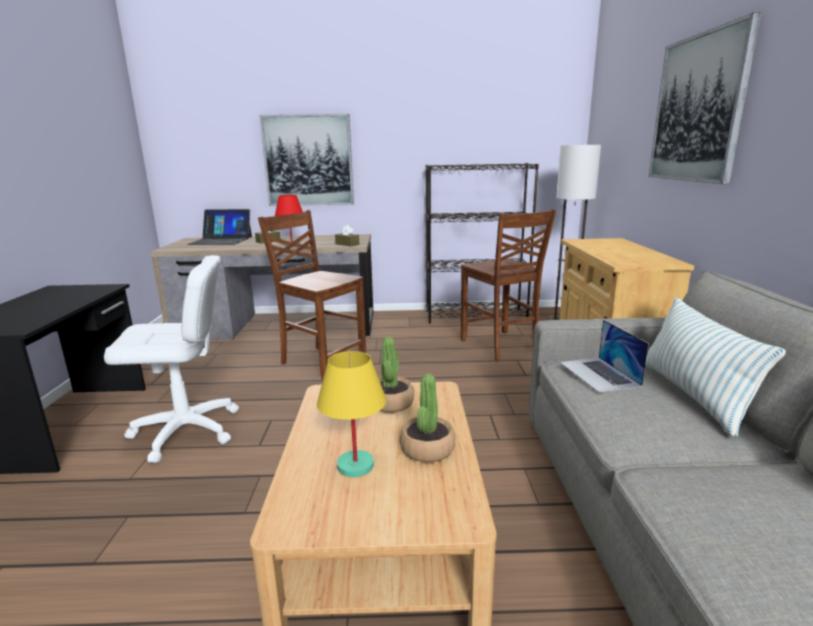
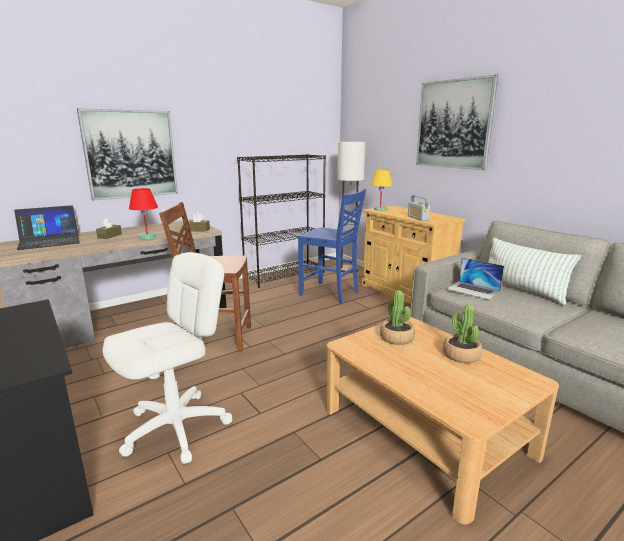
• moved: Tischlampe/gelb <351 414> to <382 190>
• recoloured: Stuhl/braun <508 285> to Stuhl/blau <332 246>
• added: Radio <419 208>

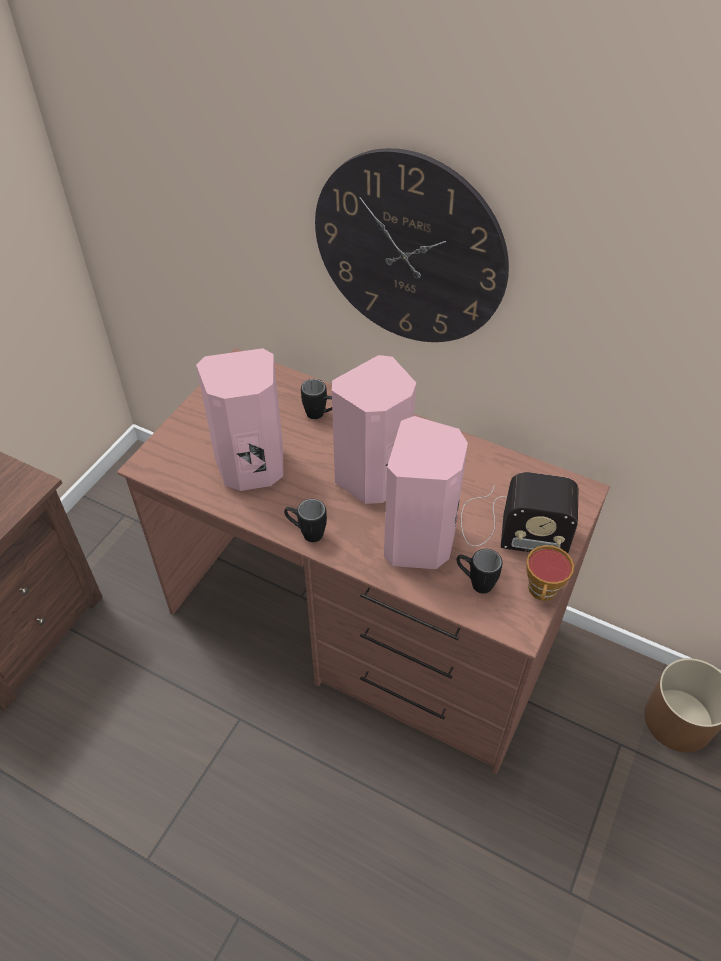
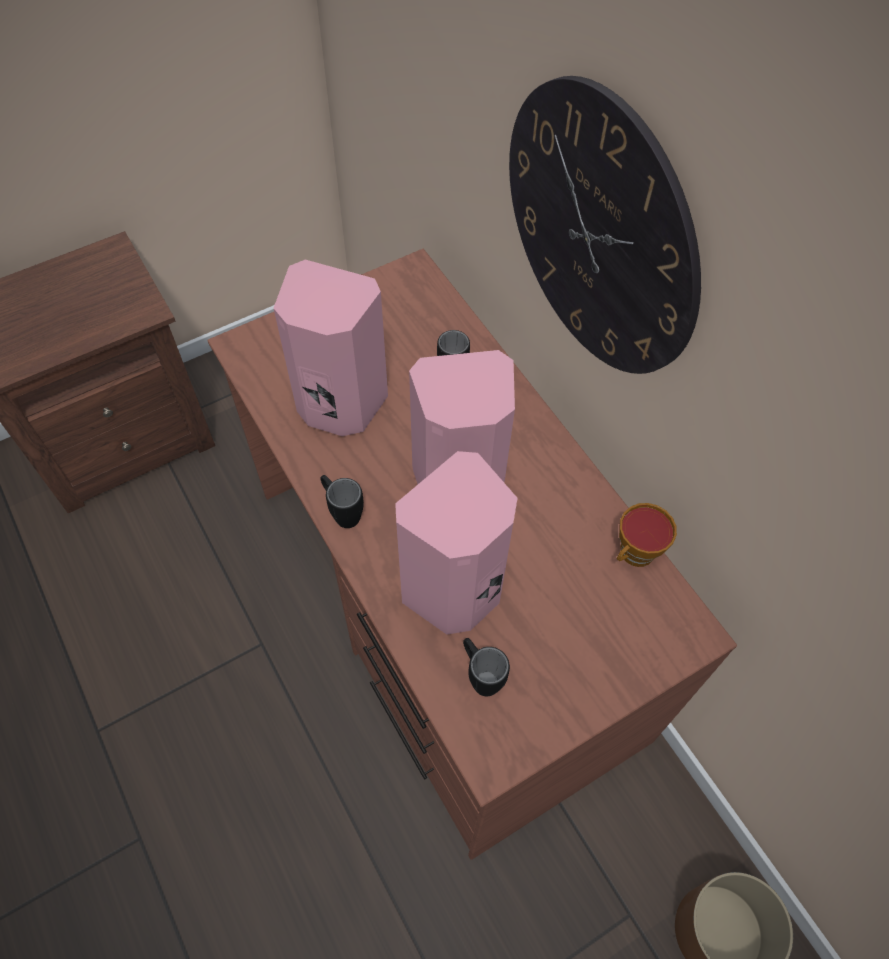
• removed: Radio <519 512>
• moved: Tasse <550 573> to <647 535>

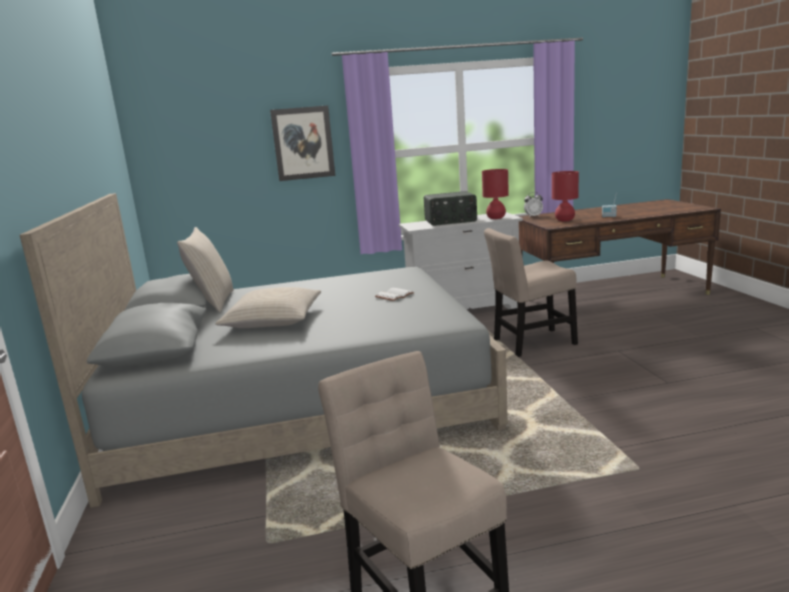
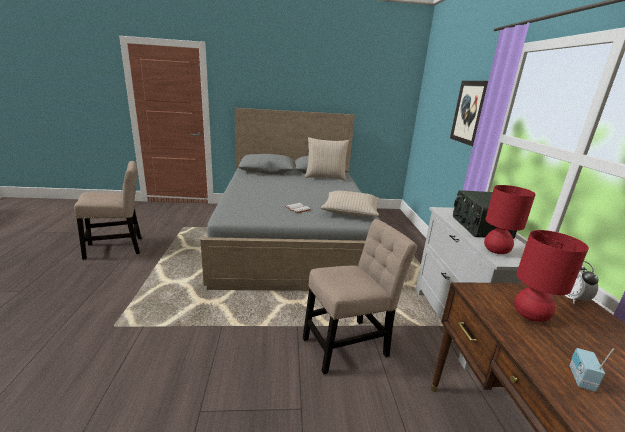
• moved: Kissen/beige <268 307> to <350 204>
• turned: Stuhl/beige <531 292> = <360 296> 75 degrees clockwise

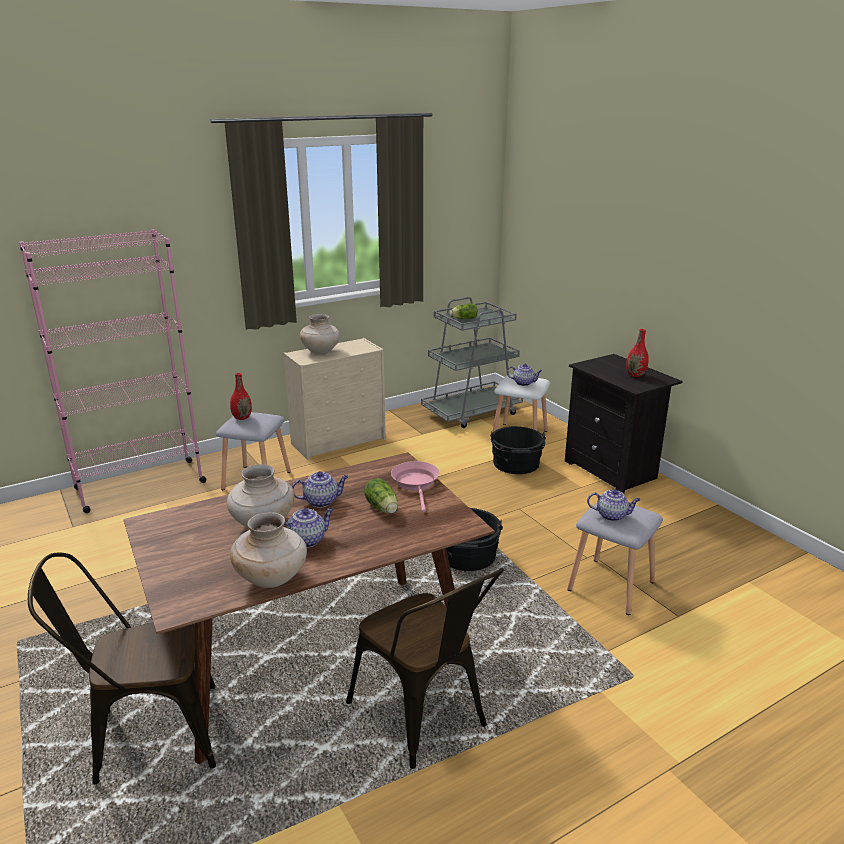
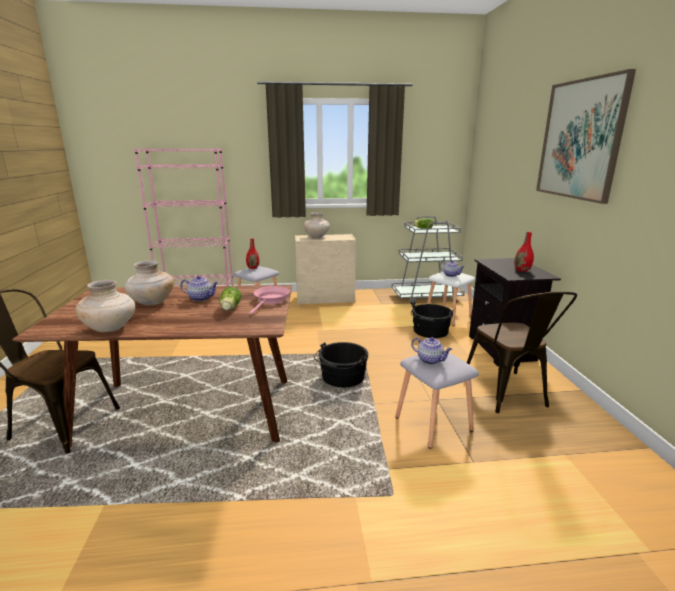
• removed: Teekanne <309 528>
• moved: Stuhl/braun <425 668> to <522 352>
• added: Bild <586 136>

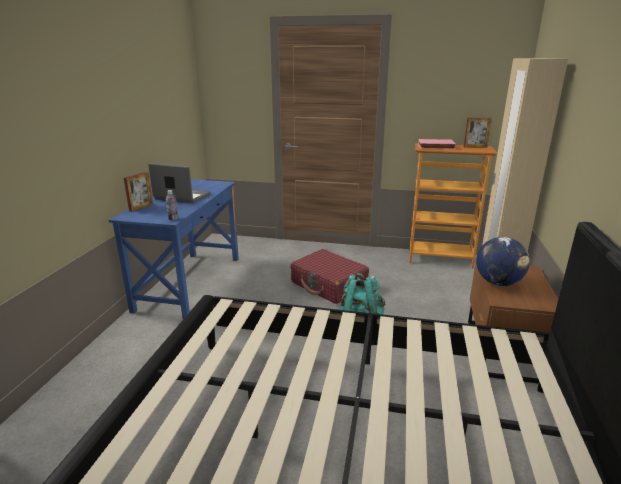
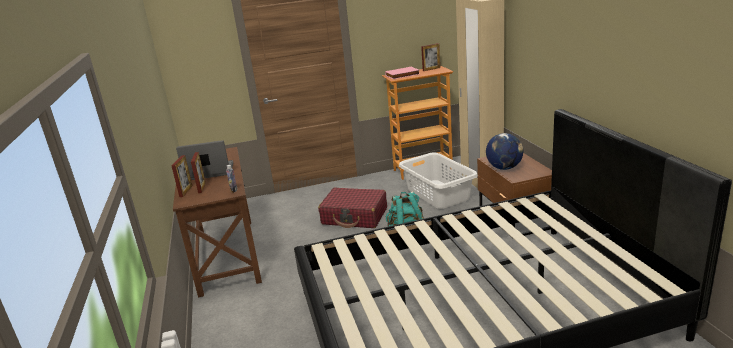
• recoloured: Schreibtisch/blau <174 249> to Schreibtisch/braun <217 222>
• added: Bilderrahmen <198 172>
• added: Wäschekorb/weiß <438 181>

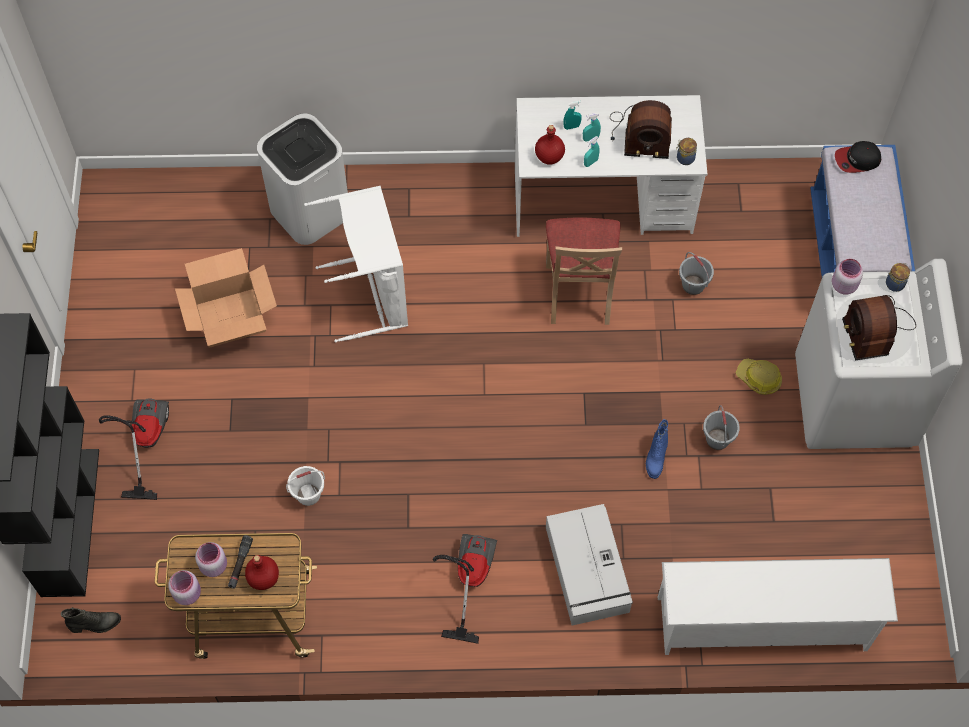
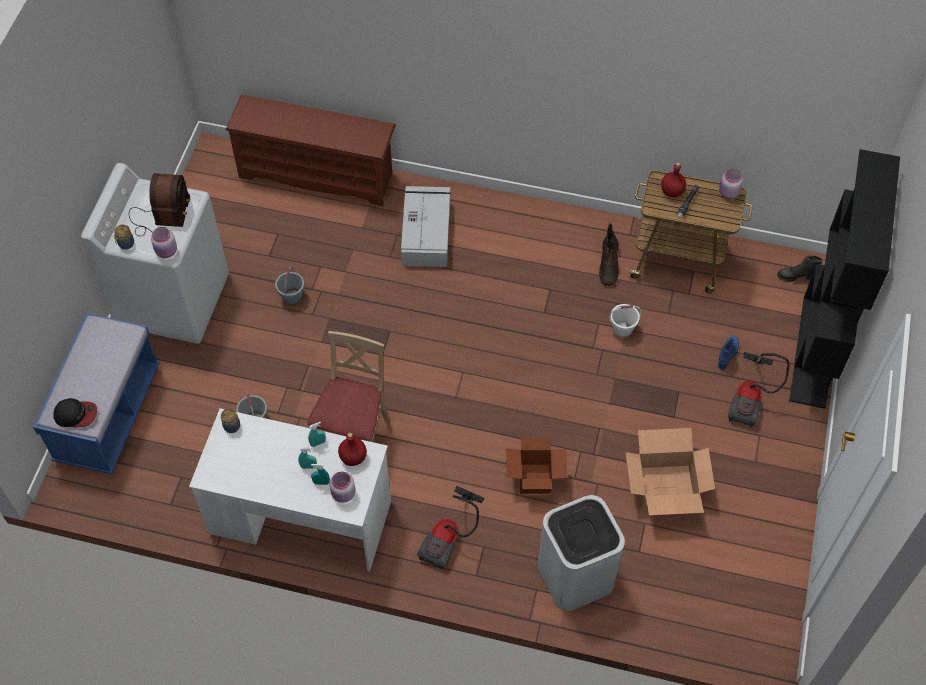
• moved: Vorratsglas/rosa <211 559> to <342 487>
• replaced: Wäschekorb/weiß <356 264> to Karton <536 466>
• moved: Staubsauger <465 589> to <451 528>
• removed: Radio <641 129>
• moved: Stiefel/blau <657 449> to <728 352>
• recoloured: Schuhregal/weiß <778 606> to Schuhregal/braun <310 150>
• removed: Schutzhelm <759 377>
• added: Stiefel/braun <609 254>

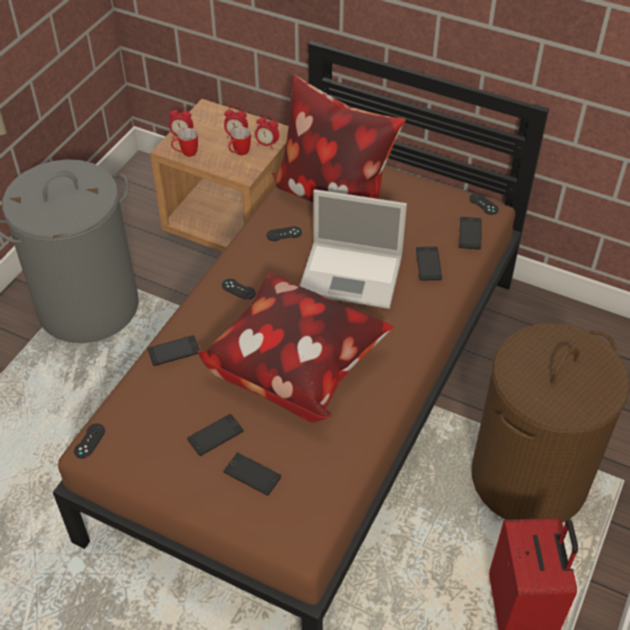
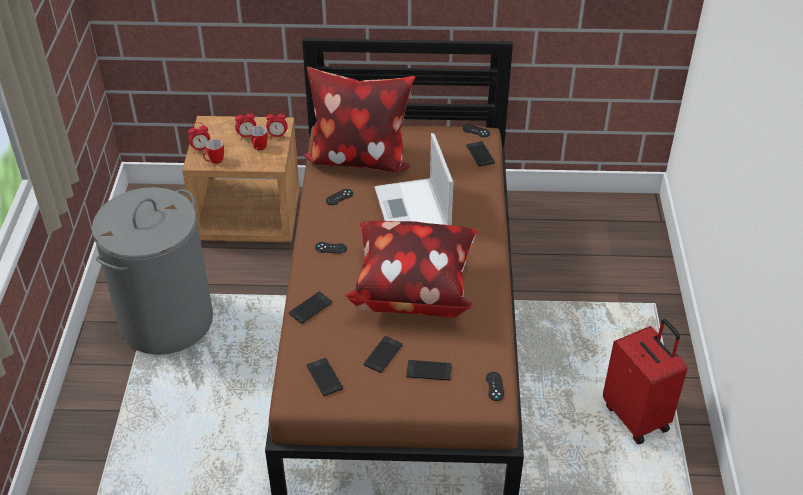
• moved: Gamepad/schwarz <89 440> to <495 386>
• turned: Laptop <353 249> = <413 179> 90 degrees clockwise
• moved: Handy <429 263> to <325 377>
• removed: Wäschekorb/braun <551 423>

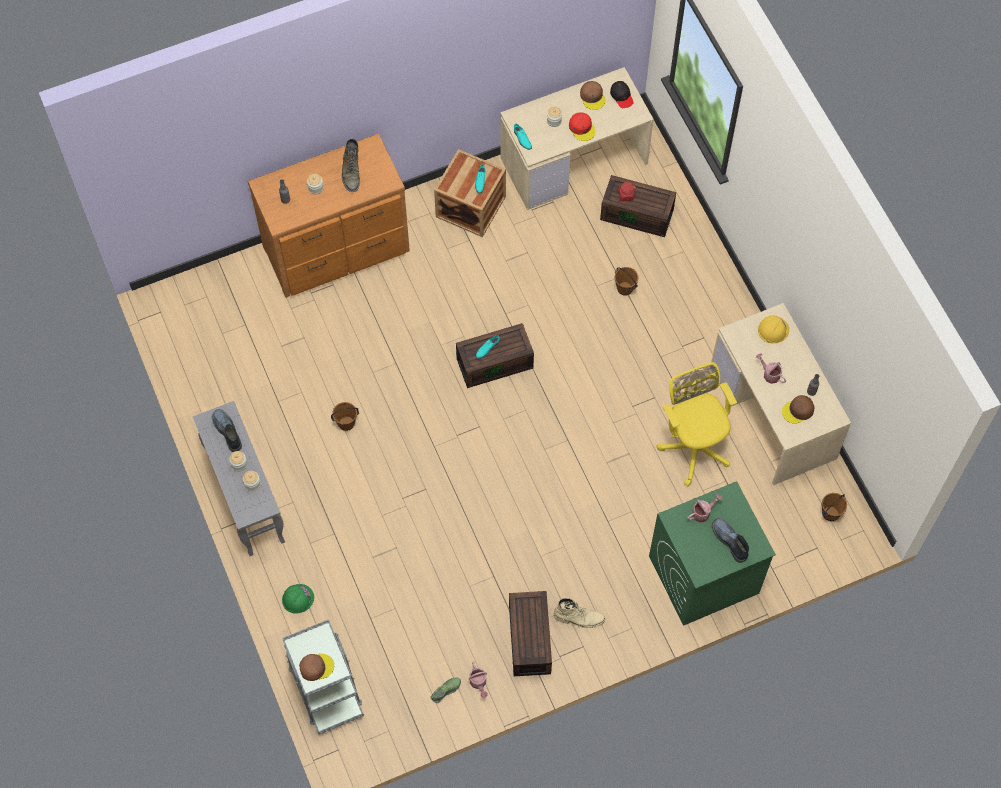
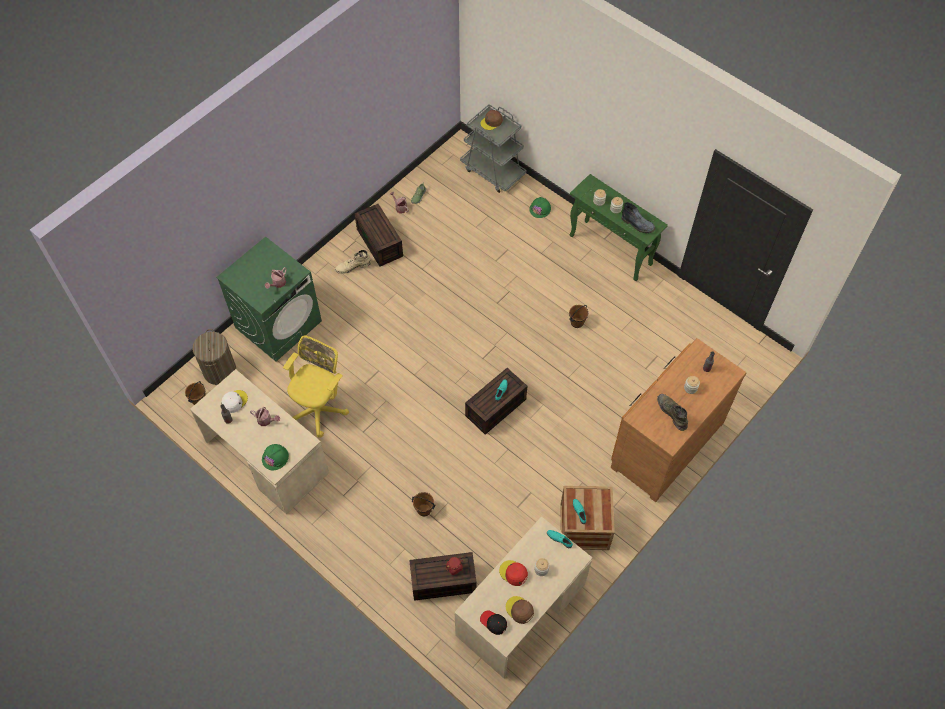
• recoloured: Konsolentisch/grau <239 478> to Konsolentisch/grün <619 227>
• turned: Bürostuhl/gelb <696 424> = <316 386> 105 degrees counterclockwise
• removed: Stiefel <730 540>
• recoloured: Schutzhelm/gelb <773 329> to Schutzhelm/grün <275 457>
• recoloured: Kappe/braun <798 409> to Kappe/weiß <234 401>
• added: Wäschekorb <214 357>

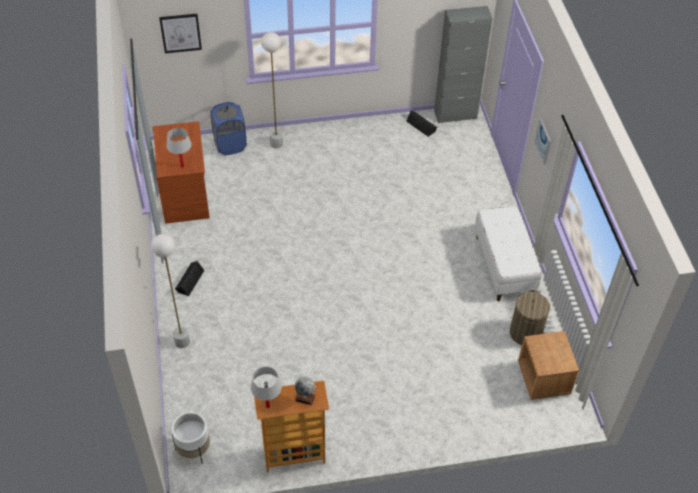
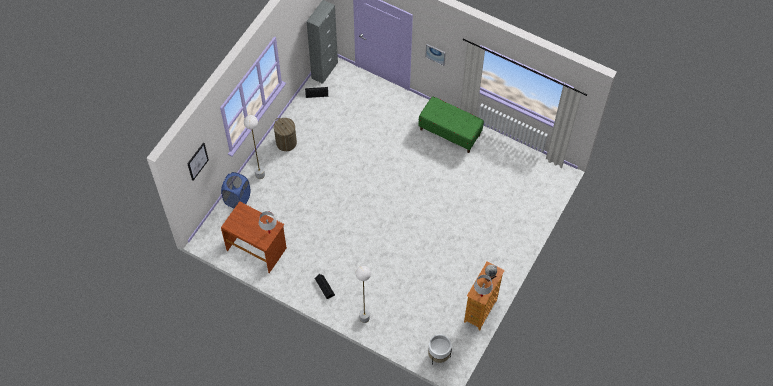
• recoloured: Bank/weiß <508 253> to Bank/grün <451 124>
• moved: Wäschekorb <530 317> to <285 134>
• removed: Nachttisch/braun <548 365>

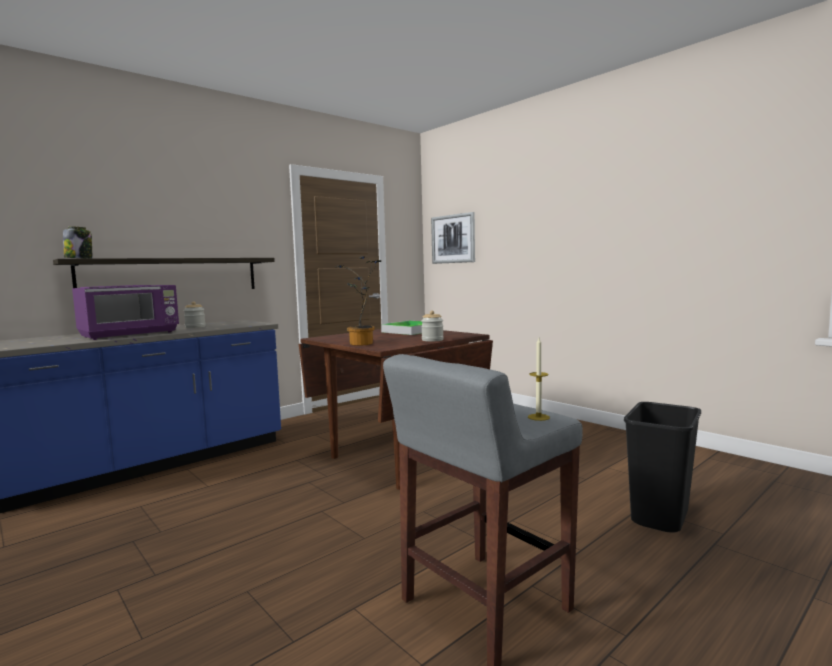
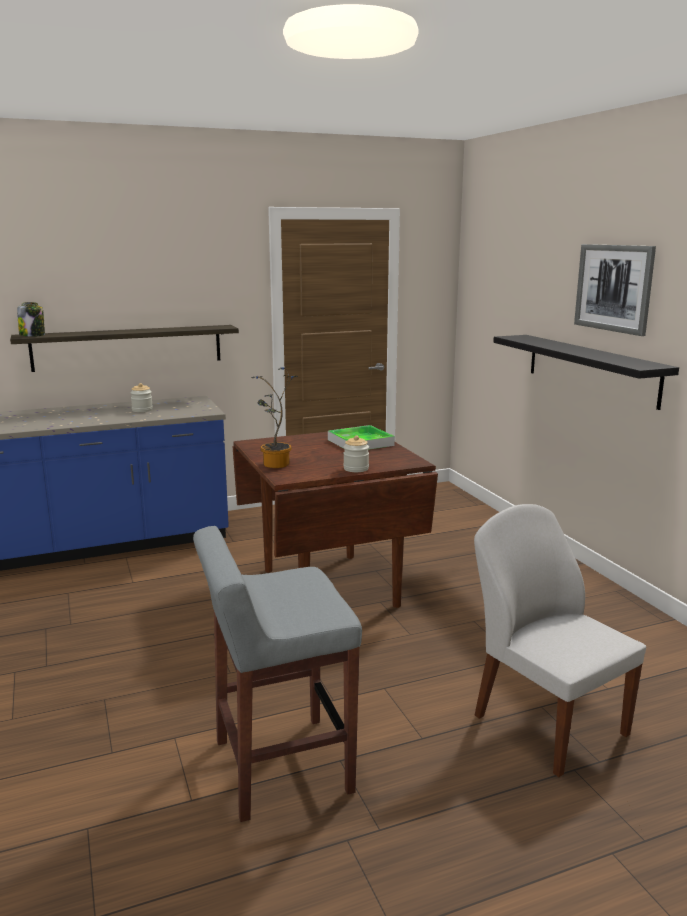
• removed: Mikrowelle/lila <125 312>
• moved: Bild <453 238> to <615 290>
• removed: Kerze <539 379>
• replaced: Mülleimer/schwarz <662 467> to Stuhl/weiß <560 640>
• added: Wandregal/schwarz <586 372>

